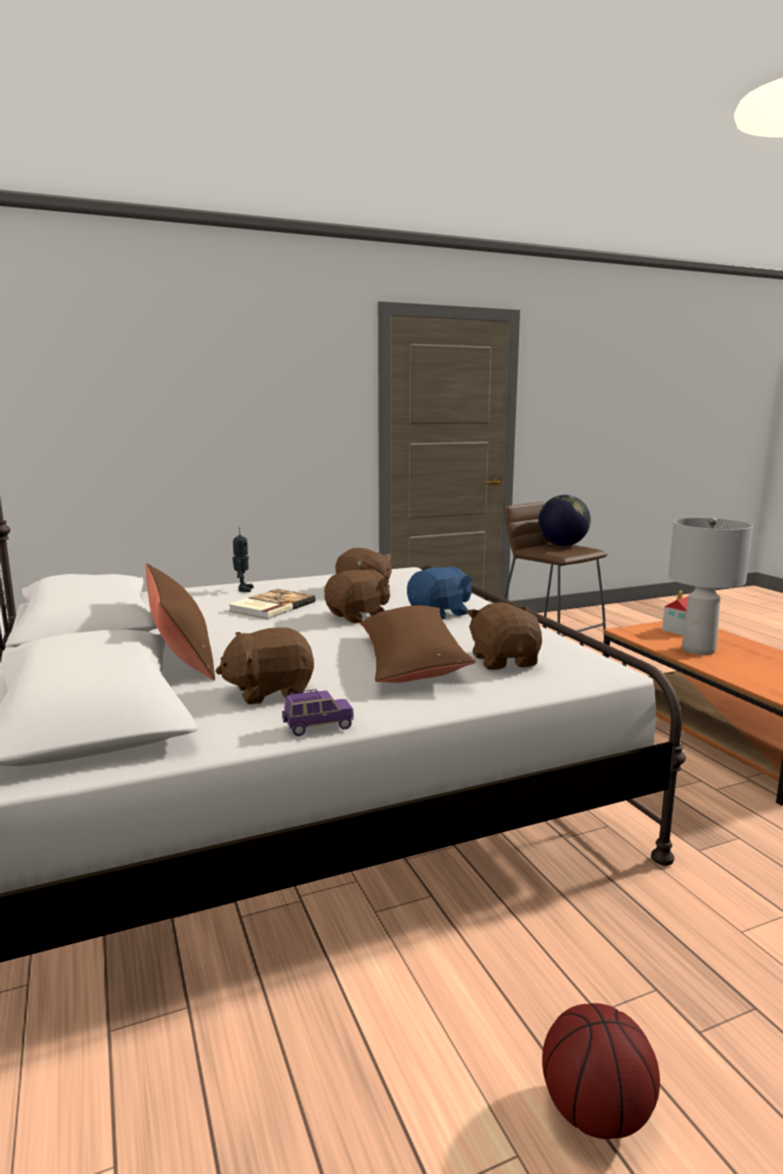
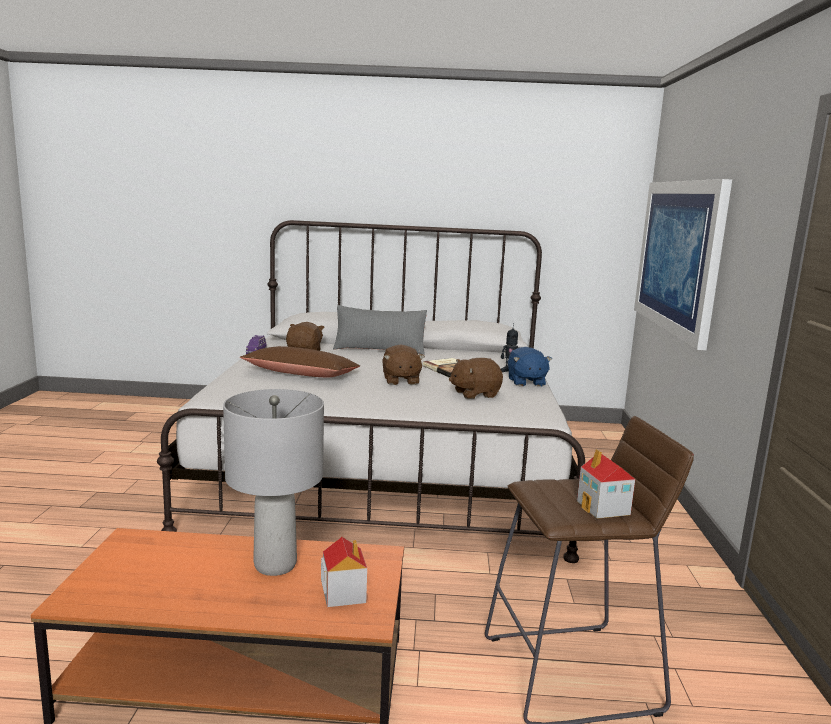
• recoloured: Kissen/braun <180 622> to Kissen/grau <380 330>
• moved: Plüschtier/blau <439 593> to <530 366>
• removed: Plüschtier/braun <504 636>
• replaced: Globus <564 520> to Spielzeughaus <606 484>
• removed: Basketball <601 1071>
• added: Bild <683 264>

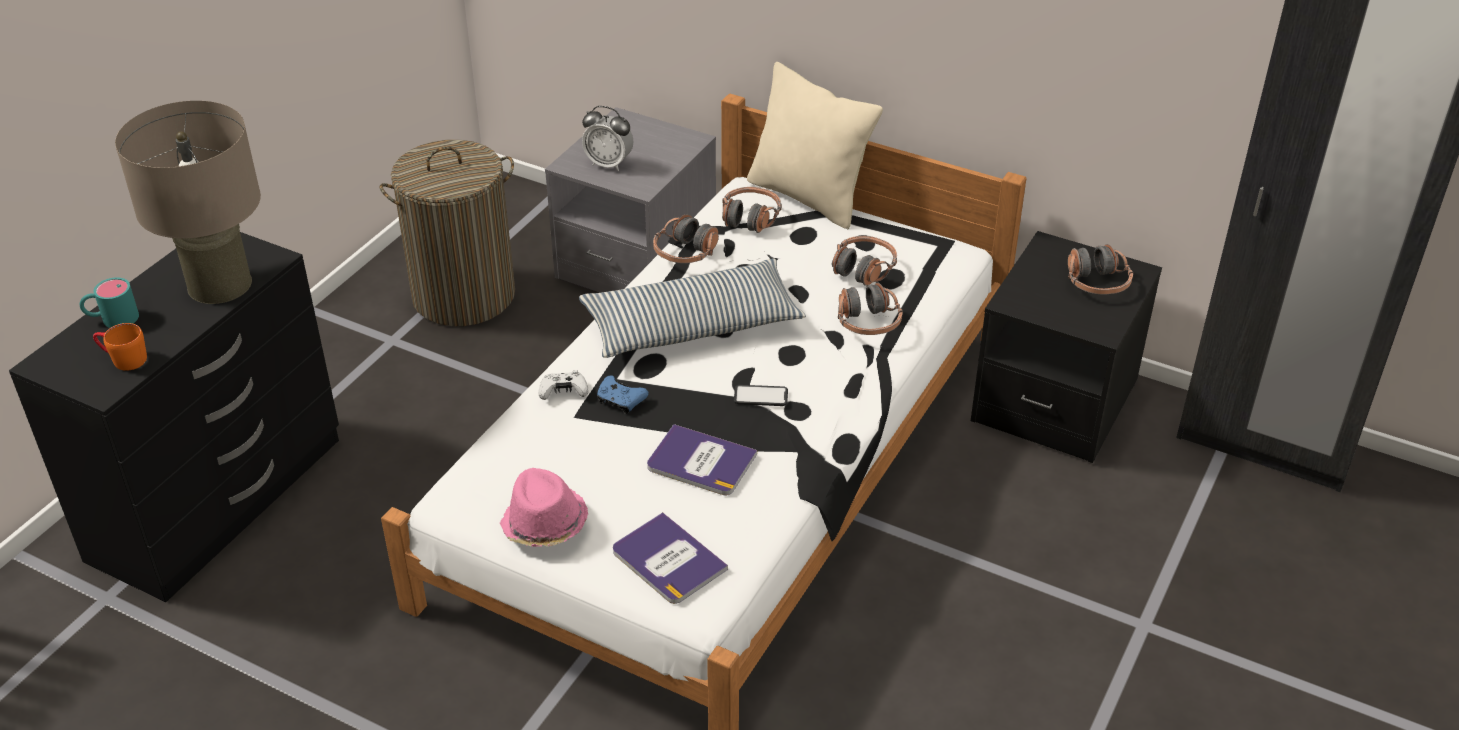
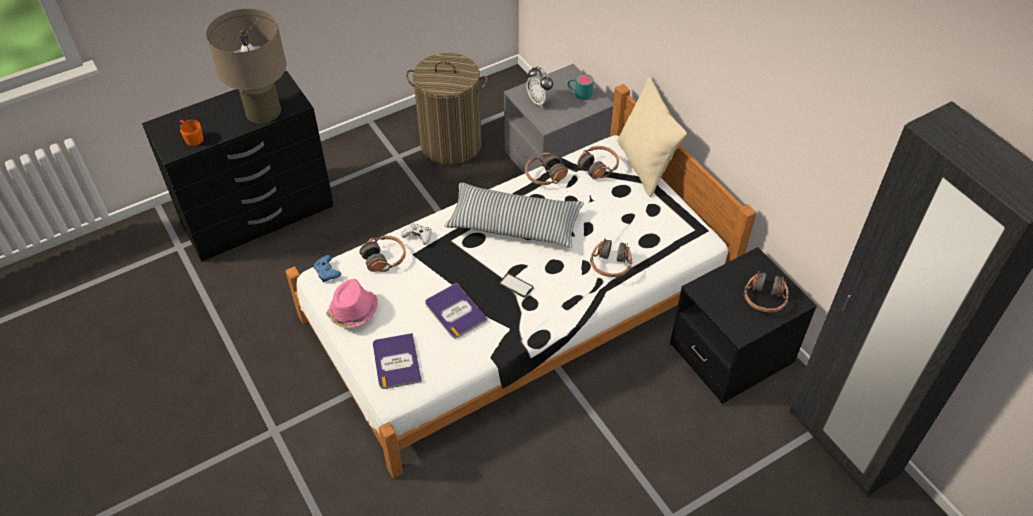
• moved: Henkelbecher/türkis <109 302> to <580 87>
• moved: Gamepad/blau <622 395> to <327 268>
• moved: Kopfhörer <864 261> to <383 254>

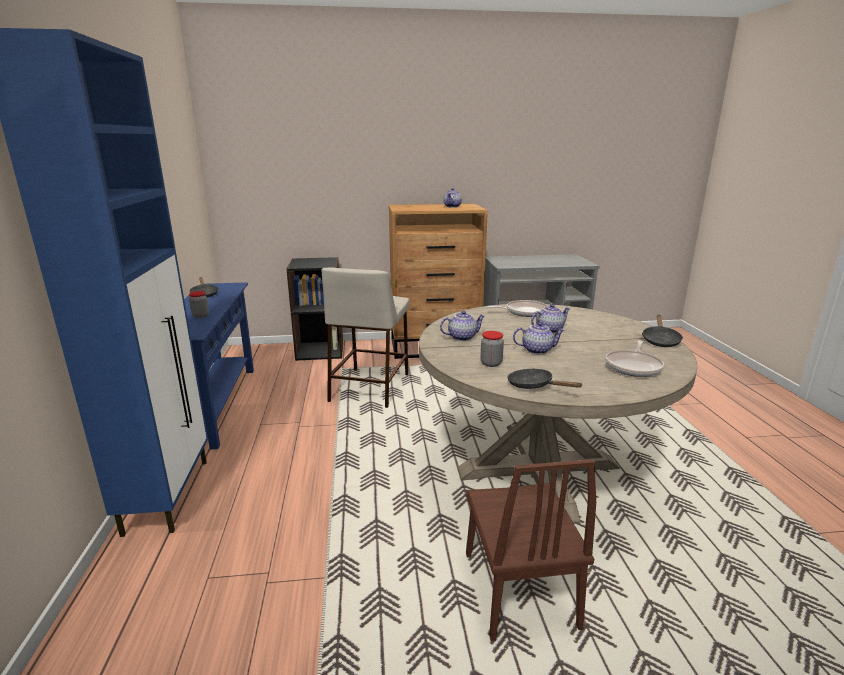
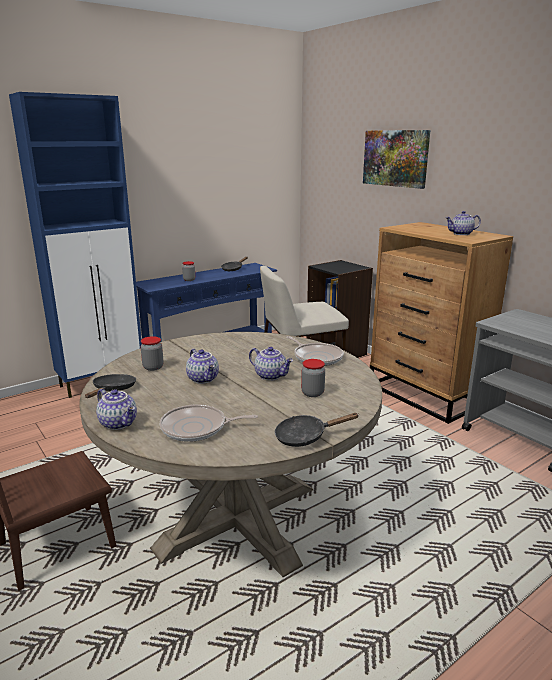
• moved: Teekanne <462 326> to <116 409>
• added: Vorratsglas <313 378>
• added: Bild <396 159>

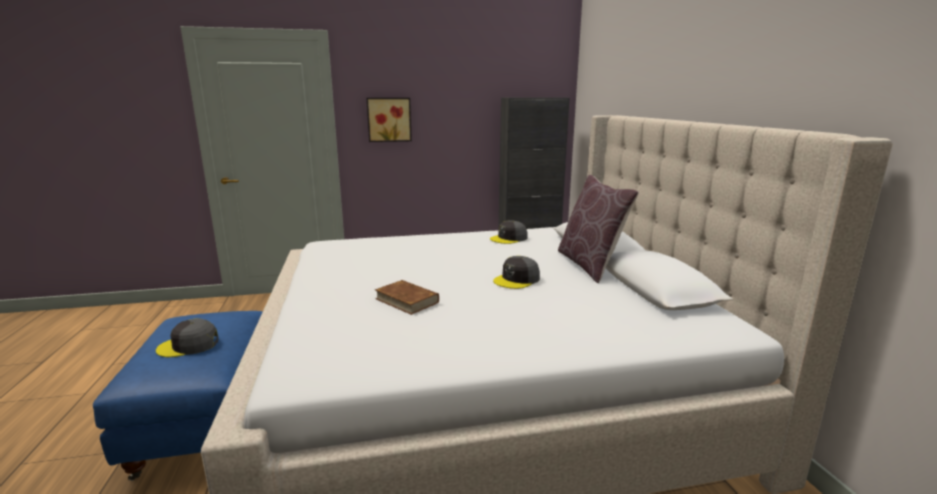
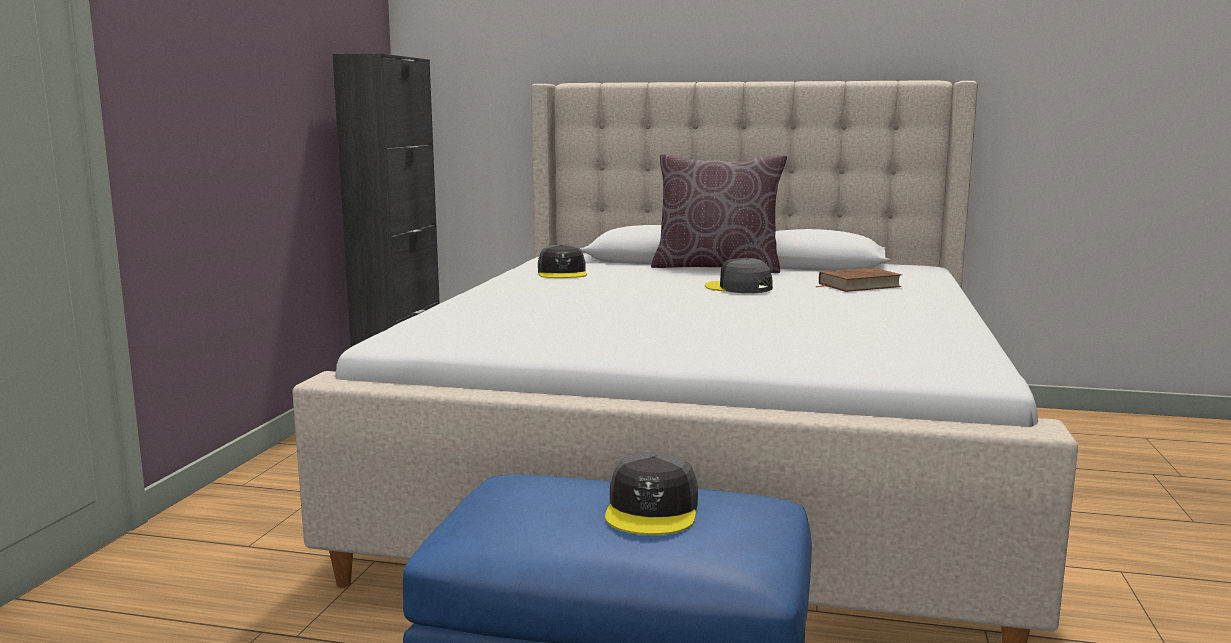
• removed: Bild <389 120>
• moved: Buch/braun <407 297> to <858 280>
• turned: Kappe/grau <516 272> = <739 275> 150 degrees clockwise

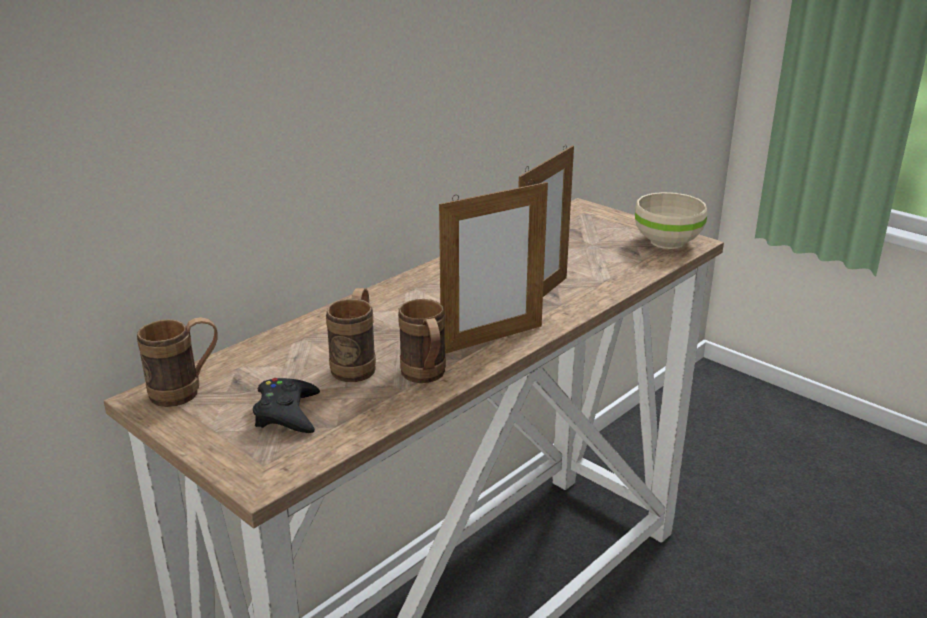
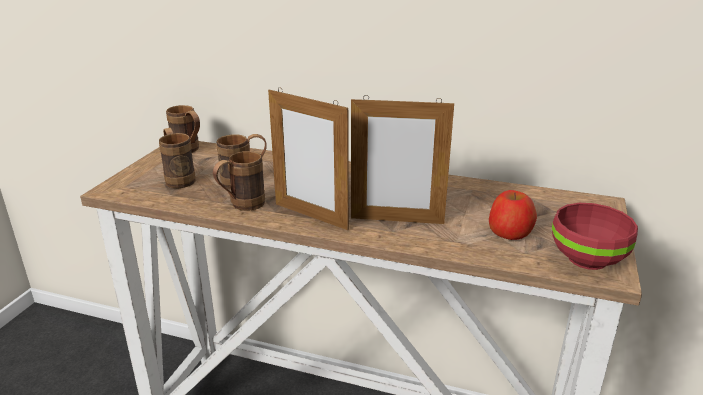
• replaced: Gamepad/schwarz <286 405> to Henkelbecher/braun <177 158>
• recoloured: Schüssel/beige <671 220> to Schüssel/rot <595 236>
• added: Apfel <513 215>

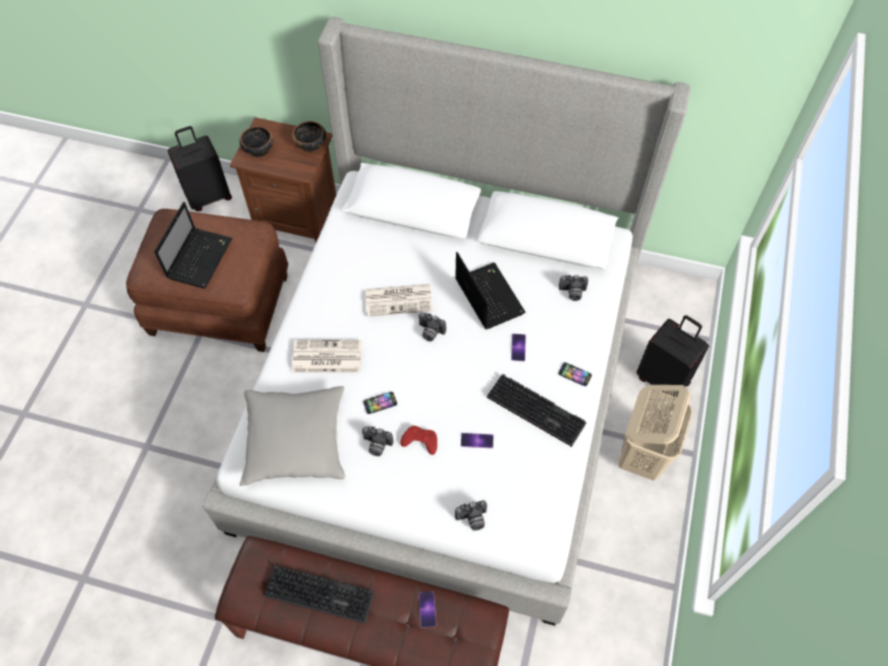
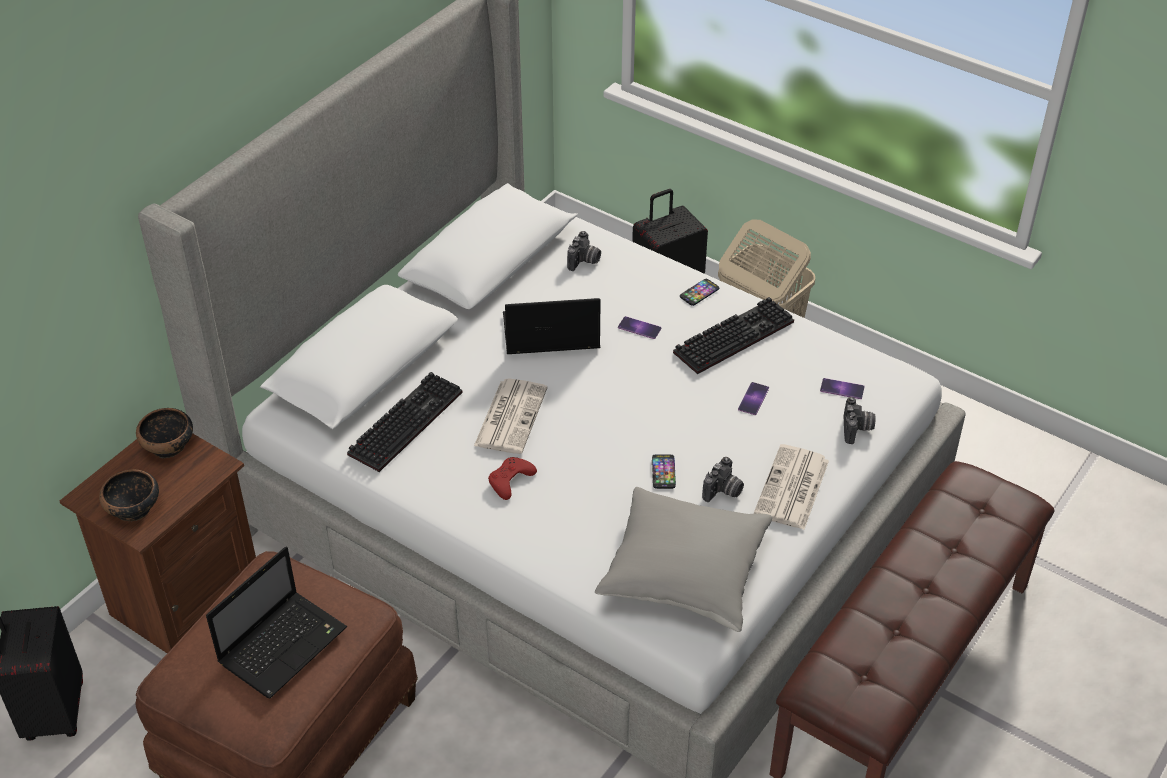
• turned: Laptop <193 245> = <276 623> 90 degrees clockwise
• moved: Tastatur <319 594> to <405 422>
• moved: Zeitung <327 356> to <791 487>
• moved: Gamepad/rot <418 440> to <512 478>
• removed: Kamera <432 326>
• moved: Handy <427 609> to <842 388>

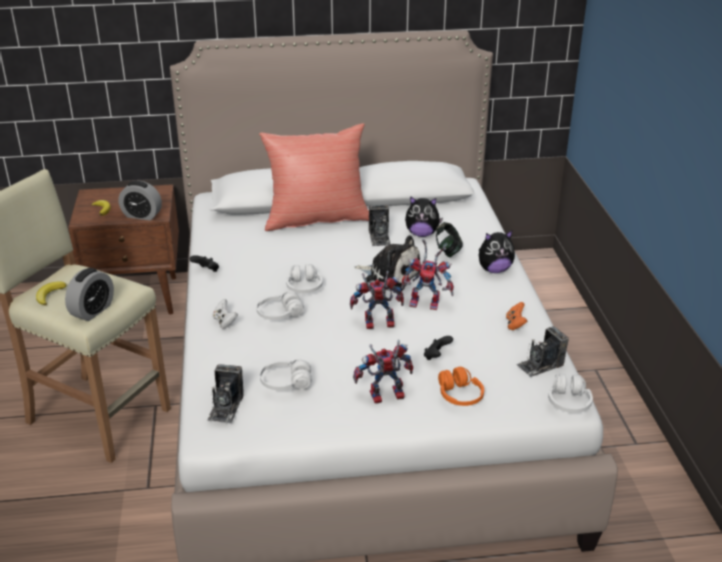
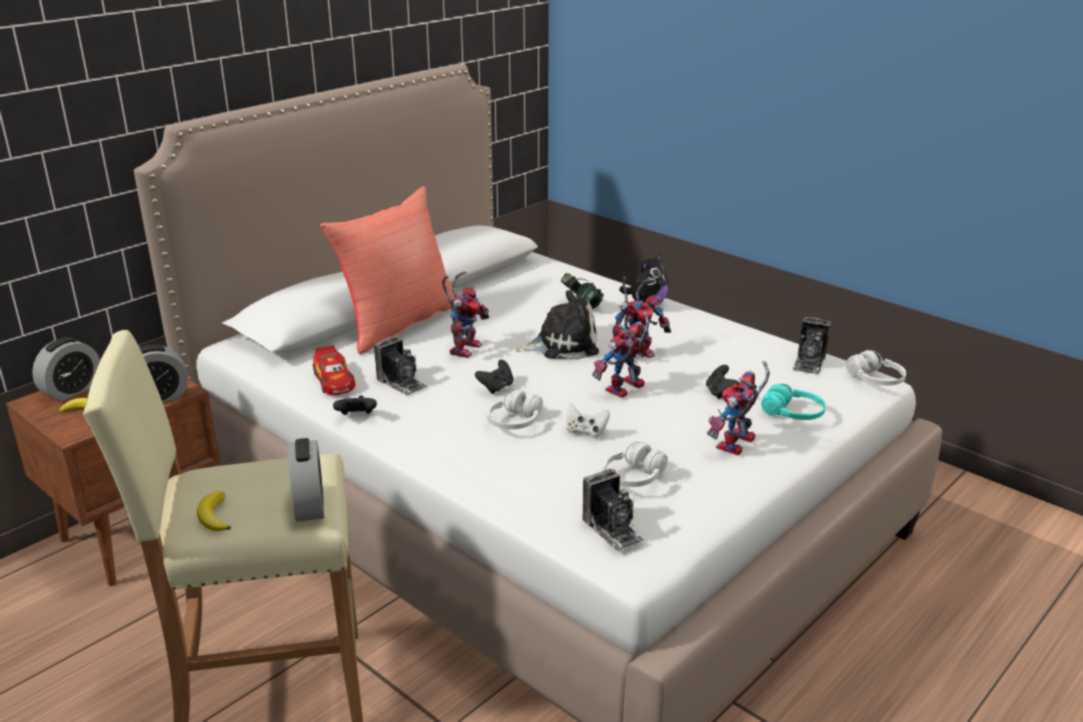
• moved: Gamepad/weiß <225 313> to <588 420>
• replaced: Kopfhörer/weiß <304 278> to Gamepad/schwarz <494 377>
• moved: Kamera <379 225> to <400 366>
• removed: Plüschtier <424 216>
• recoloured: Kopfhörer/orange <461 386> to Kopfhörer/türkis <793 402>
• removed: Gamepad/orange <516 316>
• added: Wecker <66 369>
• added: Spielzeugauto <334 370>
• added: Spielzeugroboter <465 314>

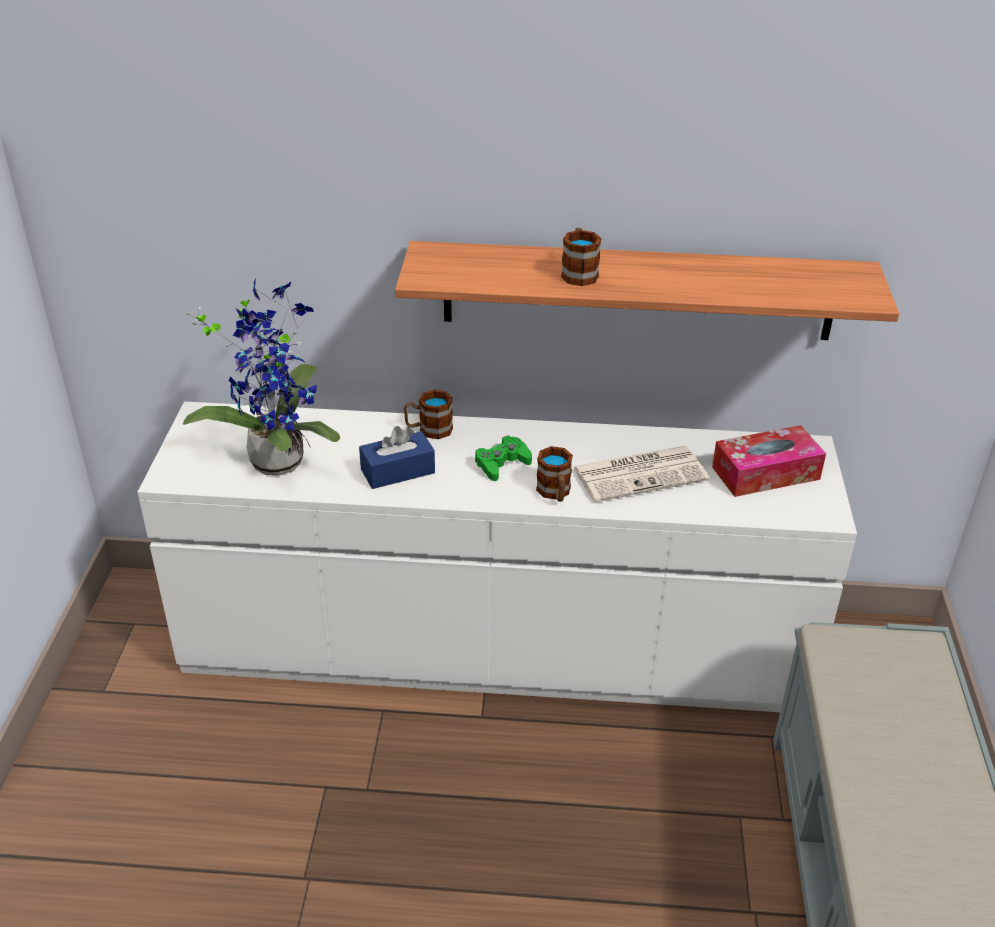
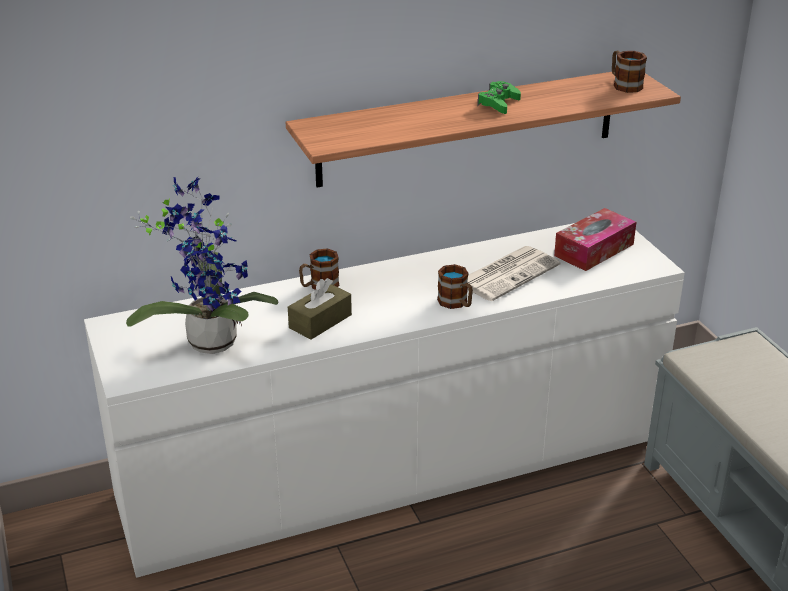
• recoloured: Taschentuchbox/blau <397 457> to Taschentuchbox/braun <320 309>
• moved: Gamepad/grün <503 458> to <499 97>
• moved: Henkelbecher <581 257> to <629 72>

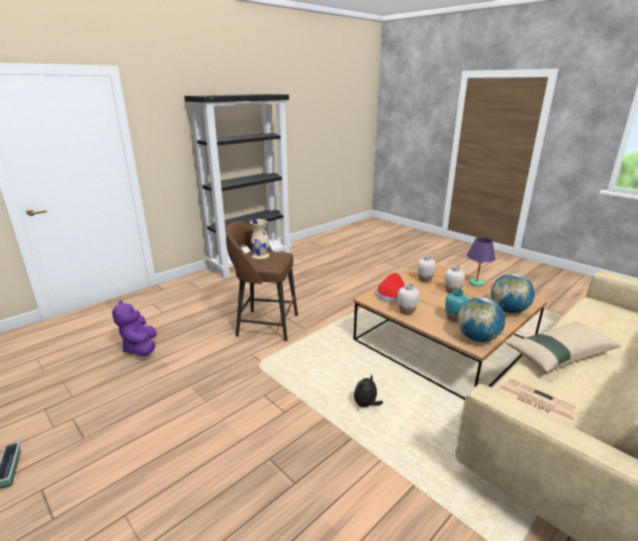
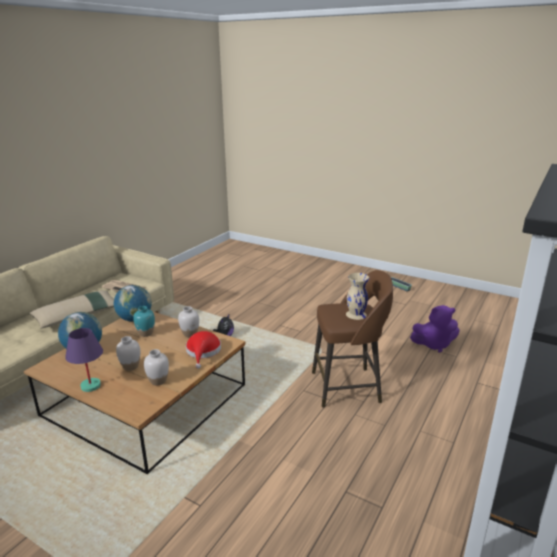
• turned: Plüschtier/lila <134 328> = <435 329> 120 degrees clockwise

